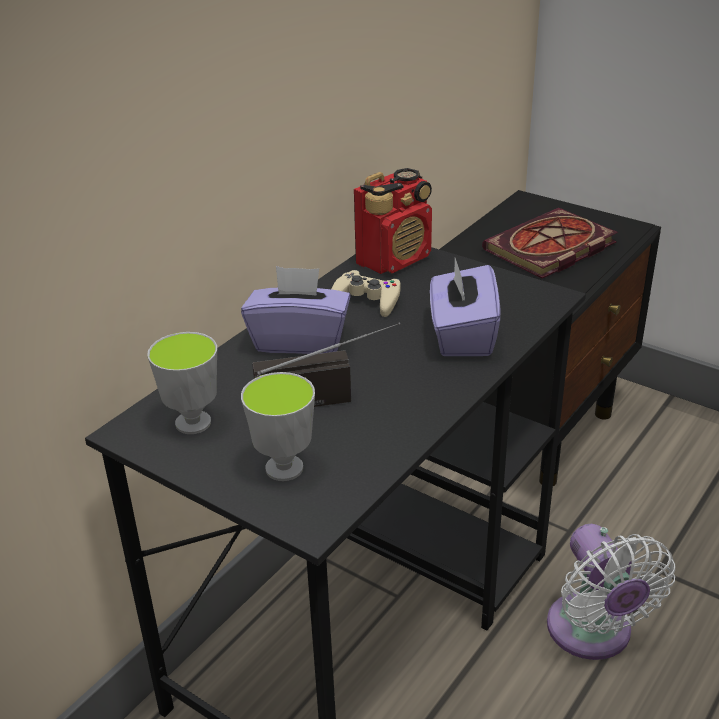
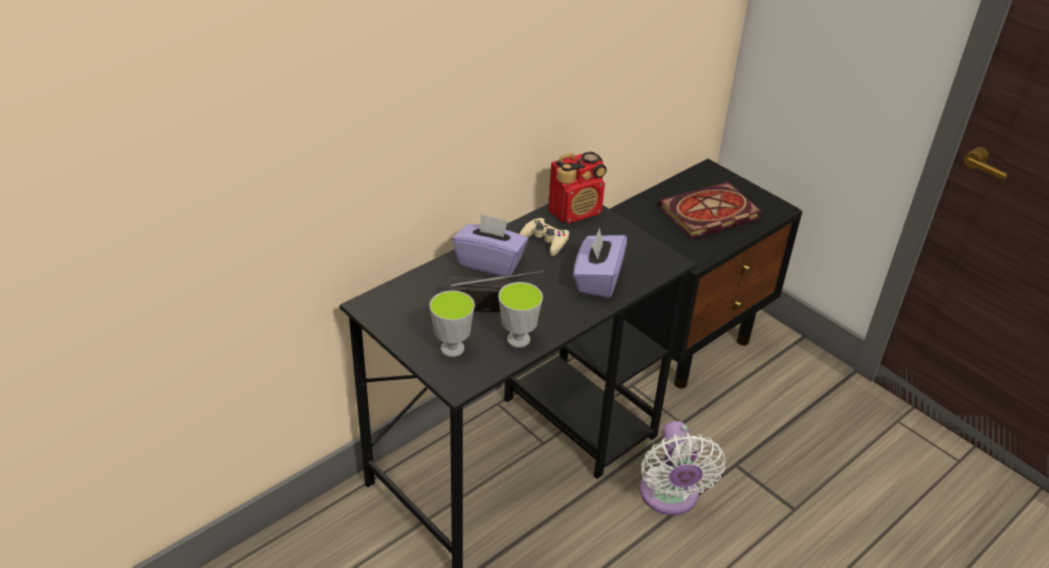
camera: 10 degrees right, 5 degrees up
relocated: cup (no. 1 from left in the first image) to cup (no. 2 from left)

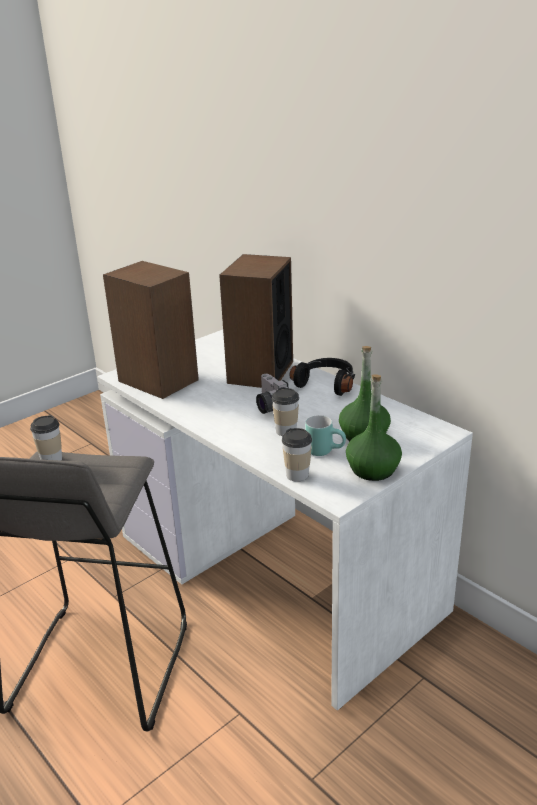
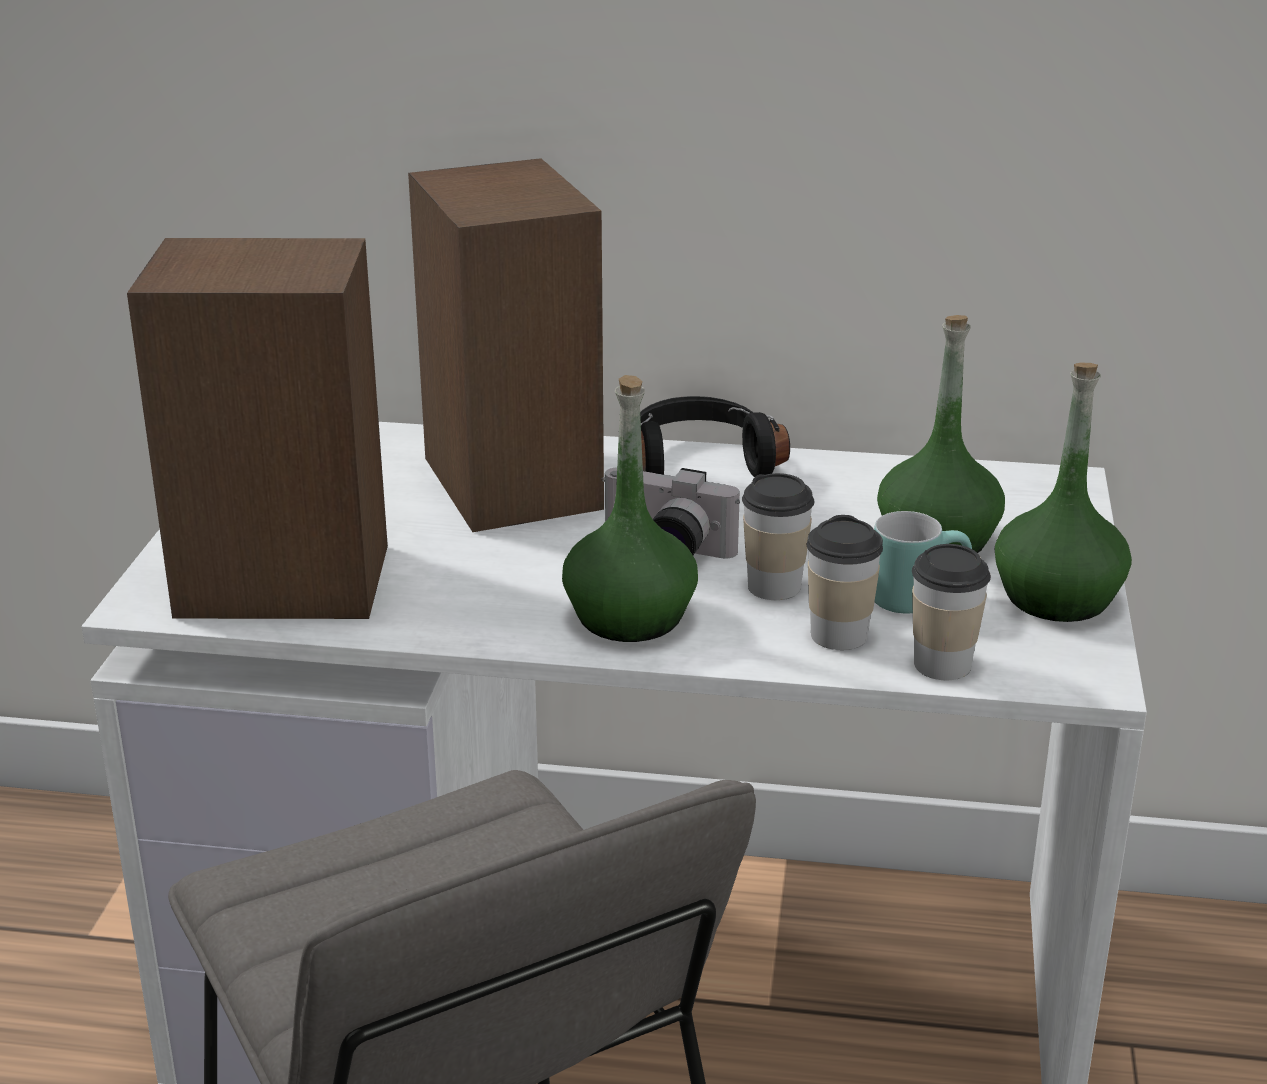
camera: 40 degrees left, 0 degrees up
appeared: green bottle (no. 1 from left)
relocated: cup (no. 1 from left in the first image) to cup (no. 2 from left)

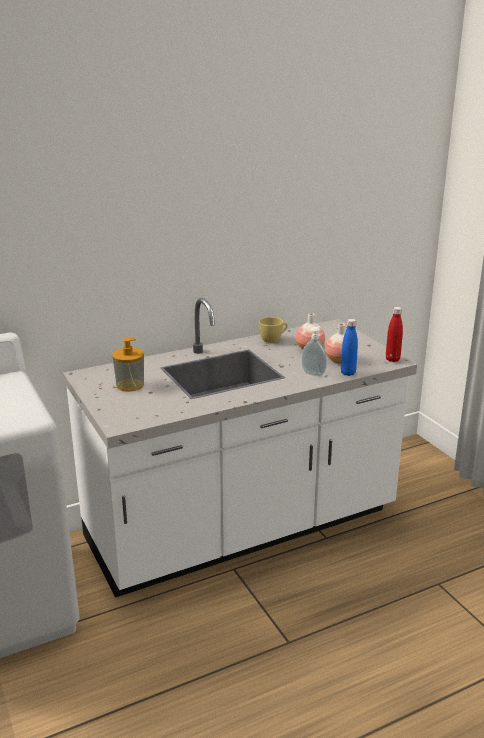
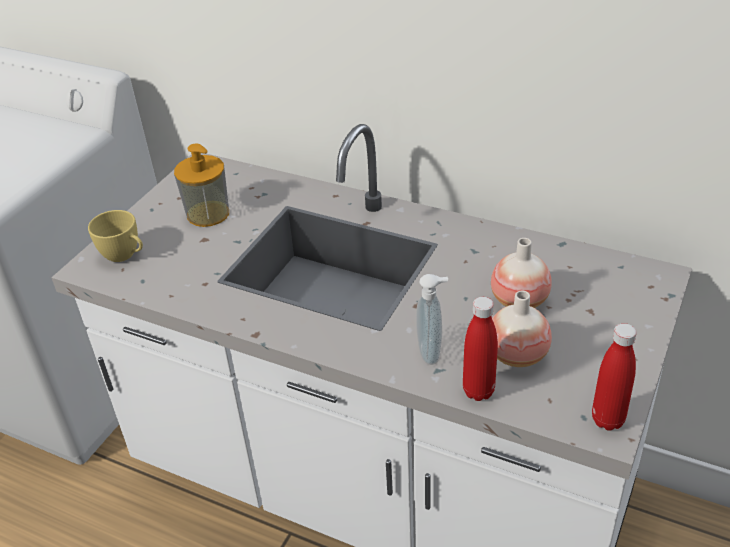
camera: 55 degrees right, 15 degrees up
relocated: yellow cup
colour: blue bottle to red bottle (no. 1 from left)

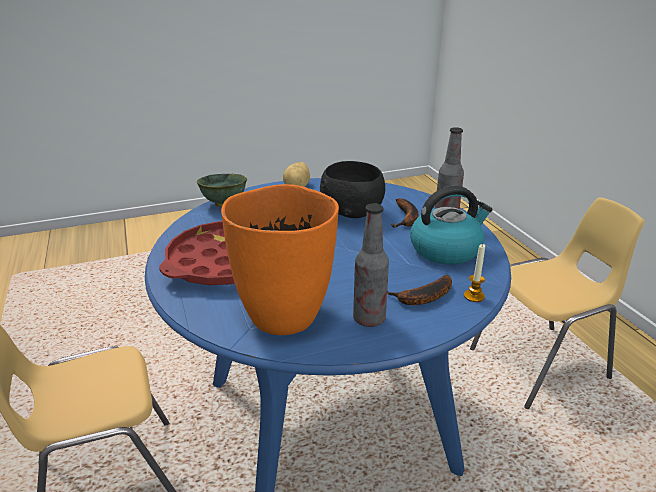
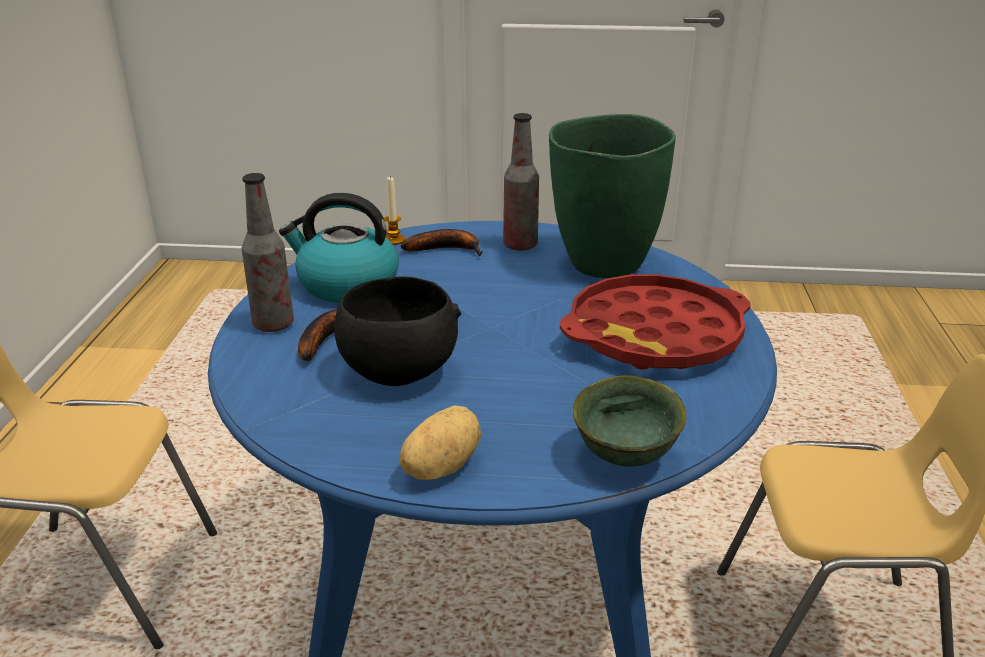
camera: 155 degrees left, 0 degrees up
colour: orange vase to green vase

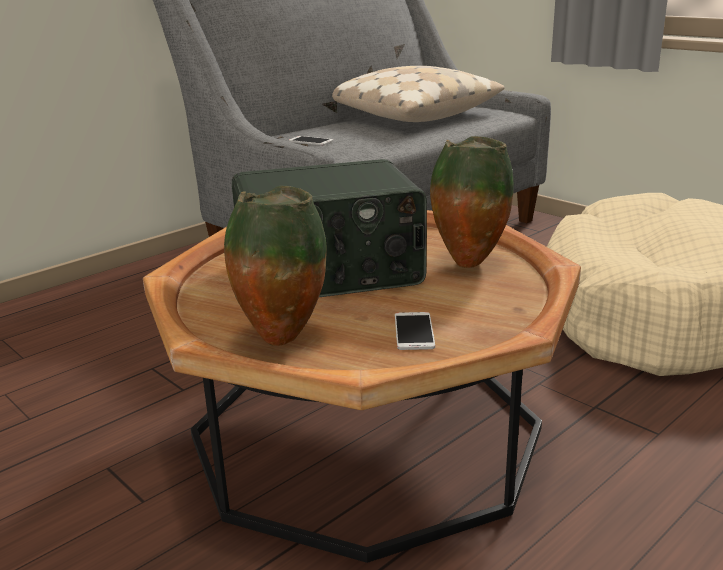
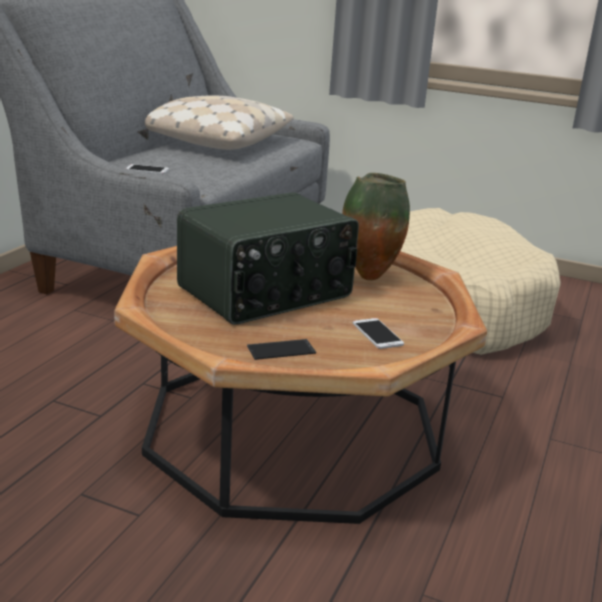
camera: 25 degrees left, 0 degrees up
exchanged: vase (no. 1 from left) to phone (no. 2 from left)

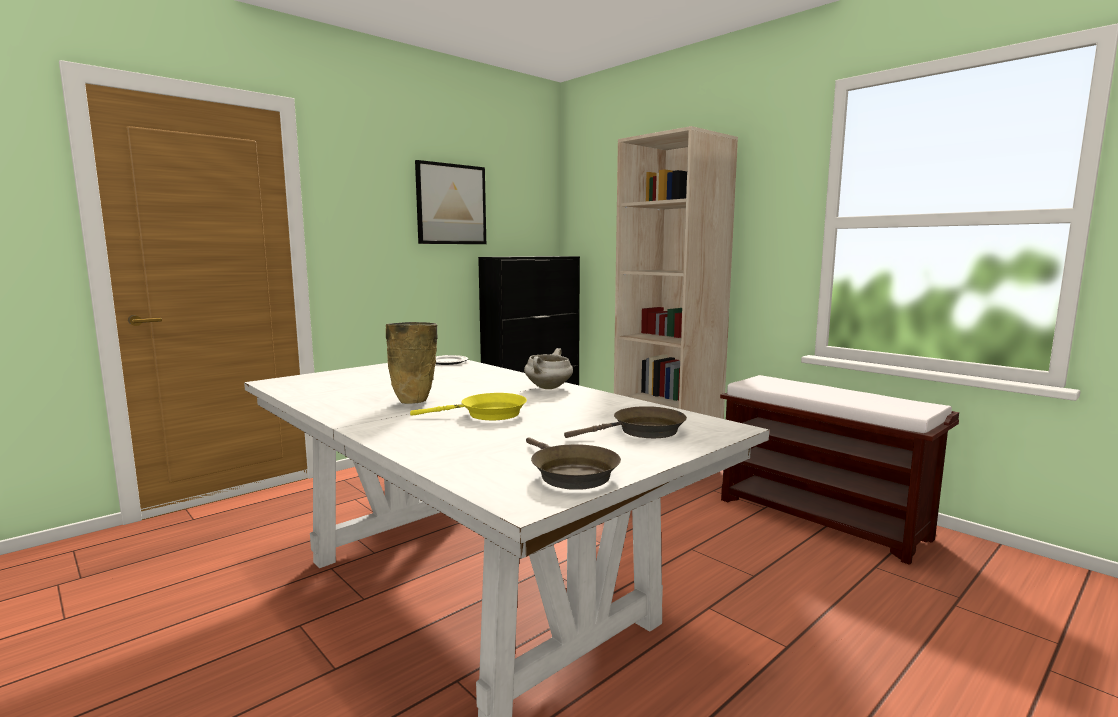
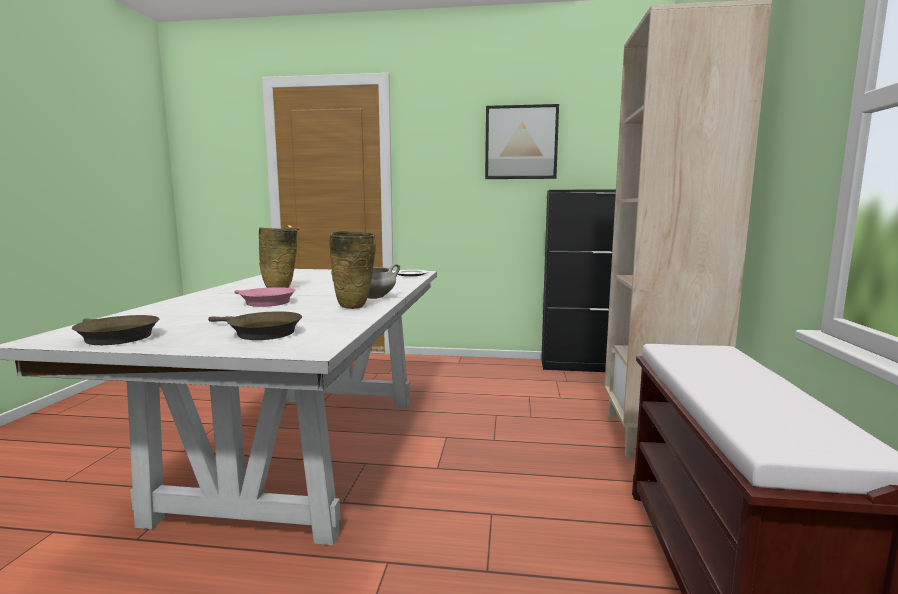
camera: 50 degrees right, 0 degrees up
appeared: beige vase (no. 2 from left)
colour: yellow frying pan to pink frying pan
spun: brown frying pan (no. 1 from left) 75 degrees counterclockwise

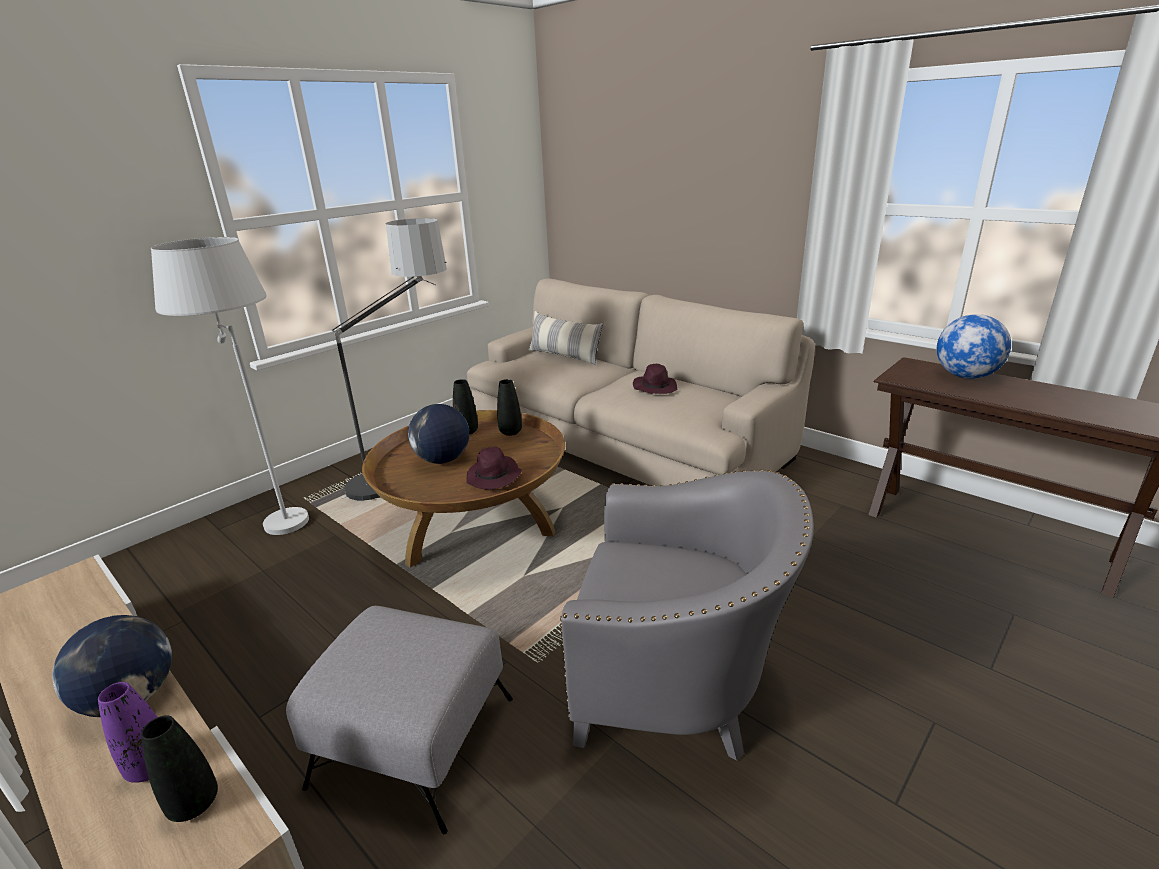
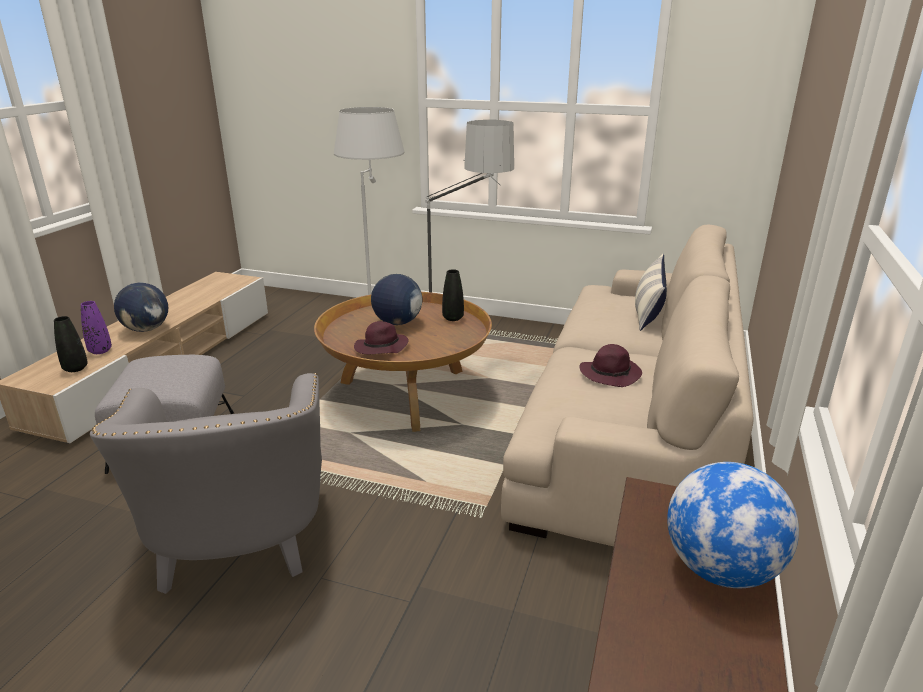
camera: 65 degrees right, 0 degrees up
missing: black vase (no. 3 from left)

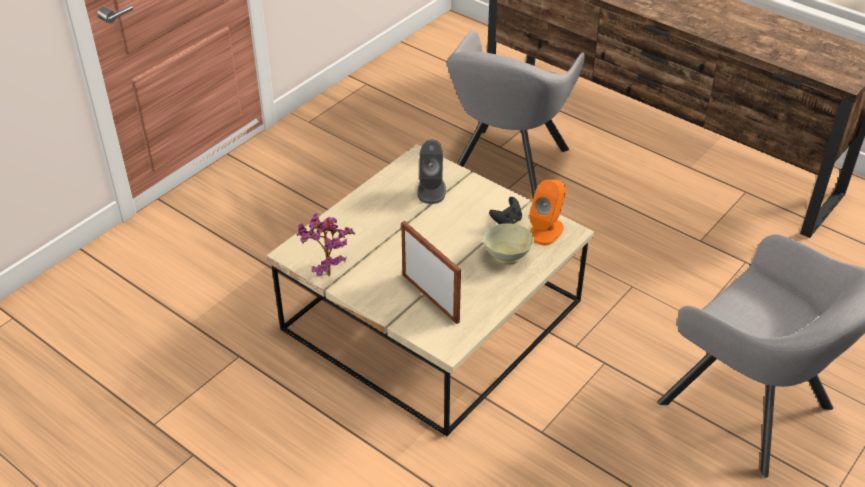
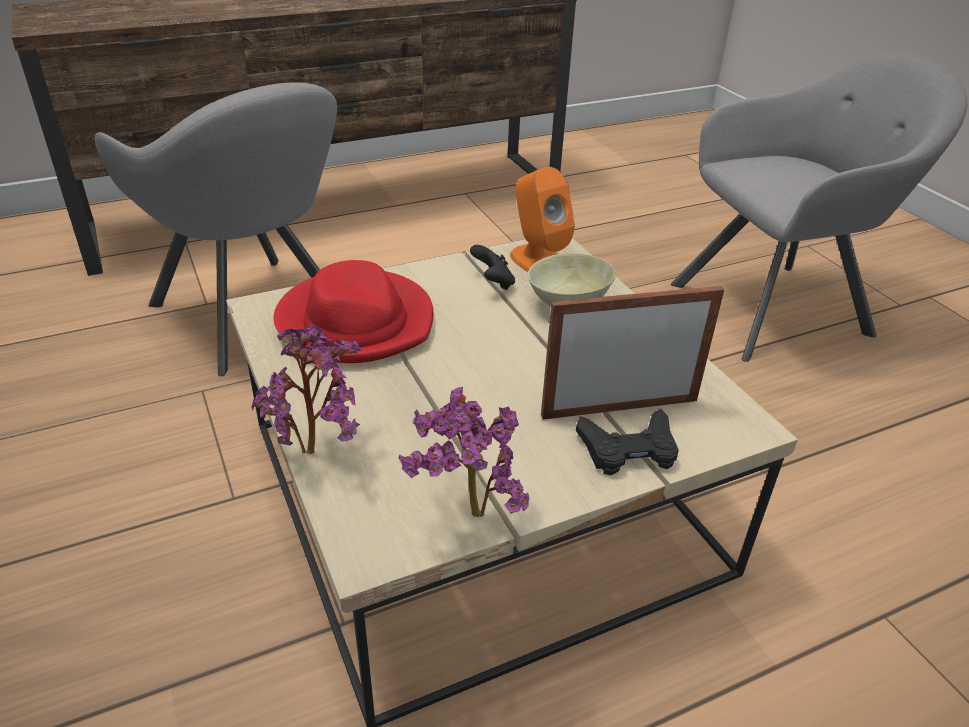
camera: 65 degrees left, 5 degrees down
appeared: potted plant (no. 1 from left); black game controller (no. 2 from left)
exchanged: grey speaker to red hat

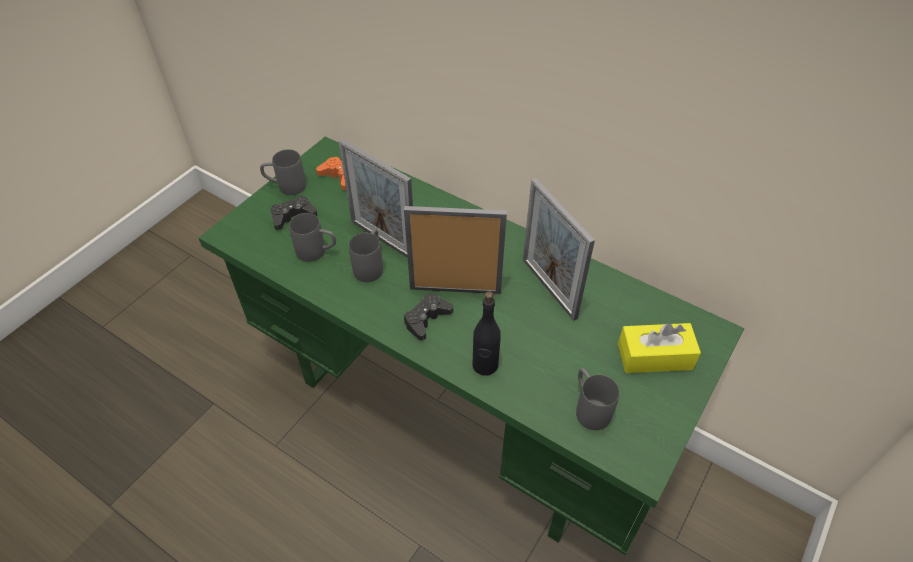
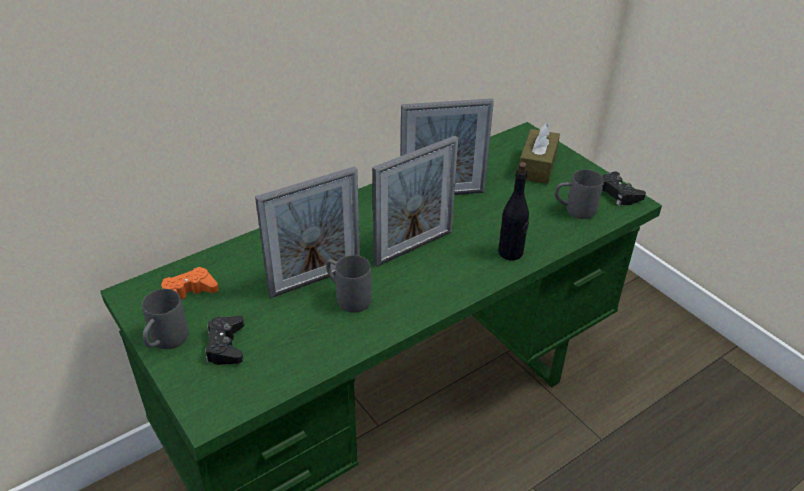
camera: 70 degrees left, 10 degrees down
missing: grey mug (no. 2 from left)
relocated: black game controller (no. 2 from left)
colour: yellow tissue box to brown tissue box
spun: picture frame (no. 2 from left) 150 degrees counterclockwise

